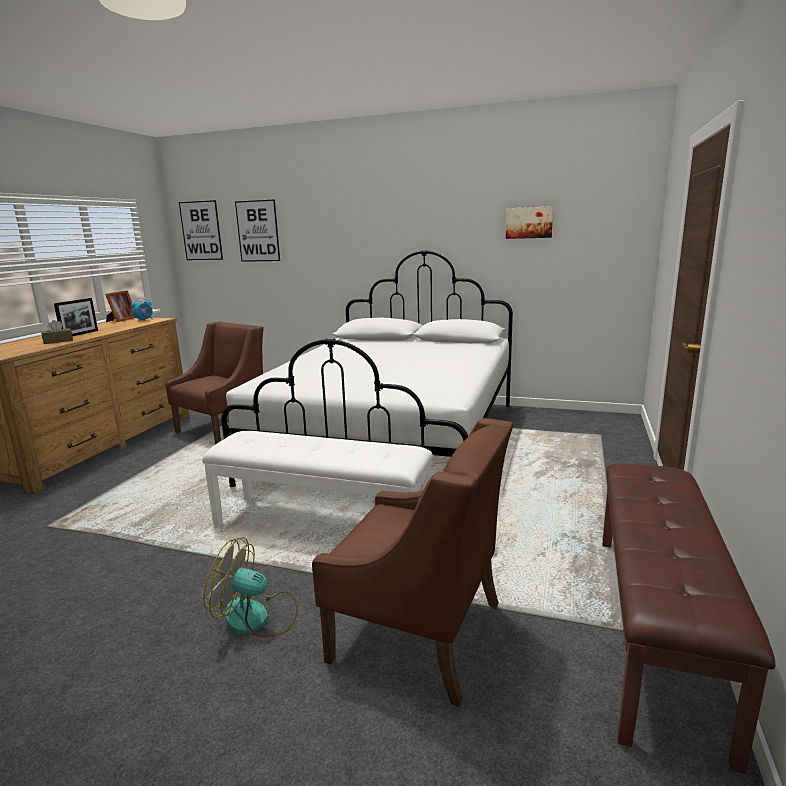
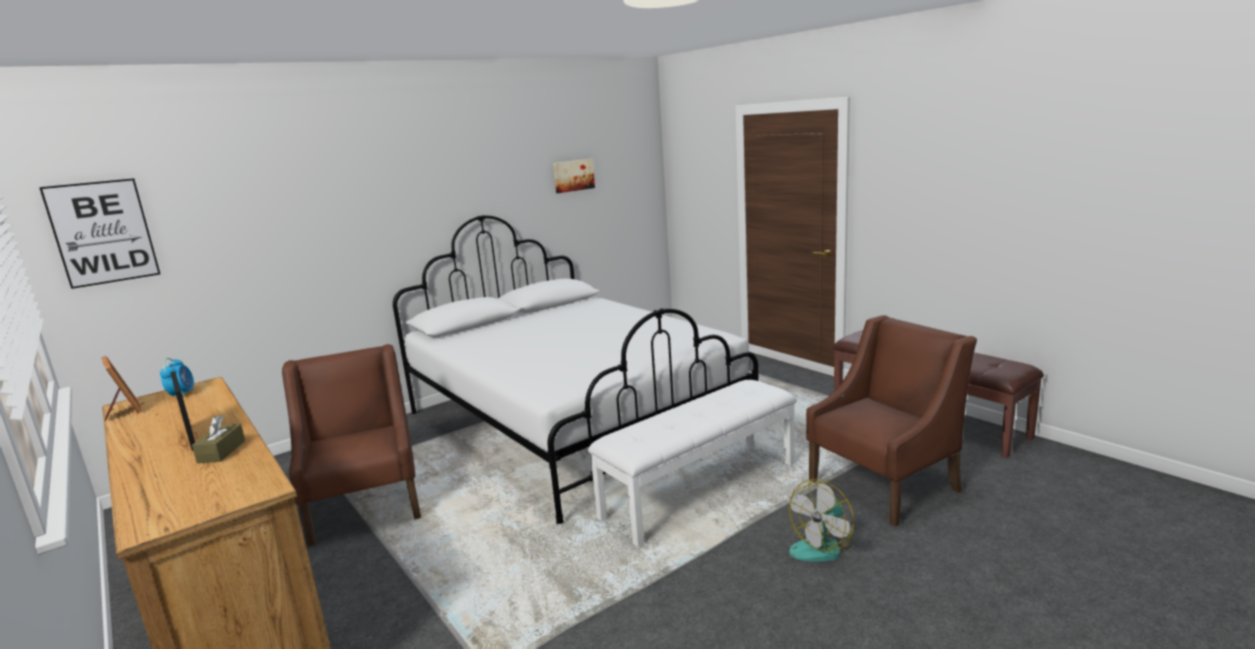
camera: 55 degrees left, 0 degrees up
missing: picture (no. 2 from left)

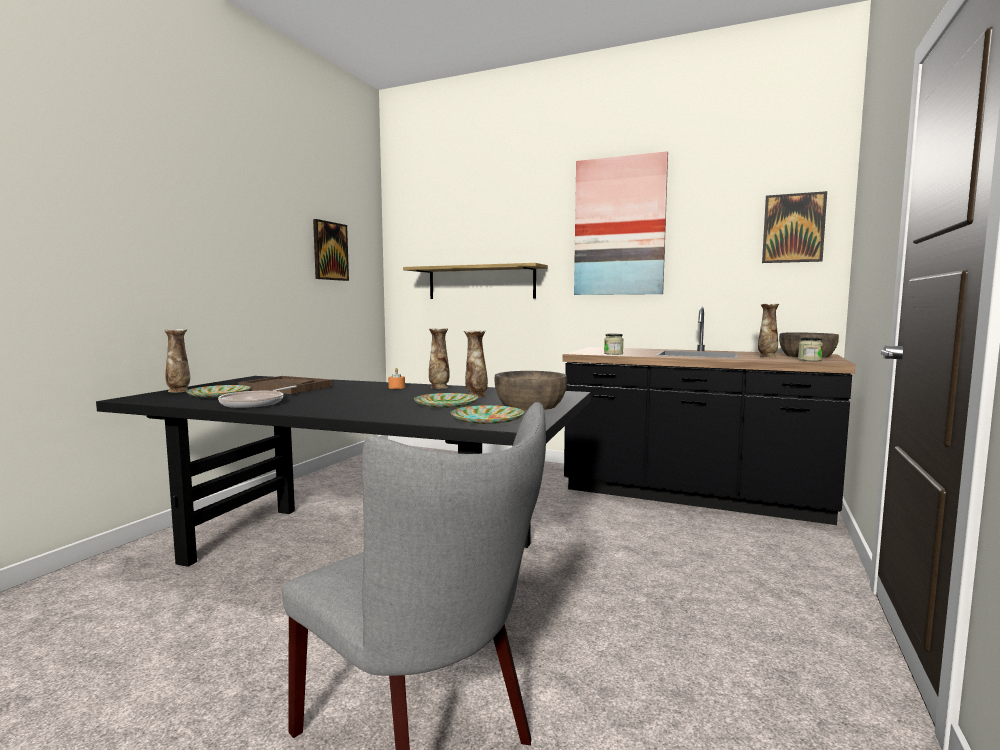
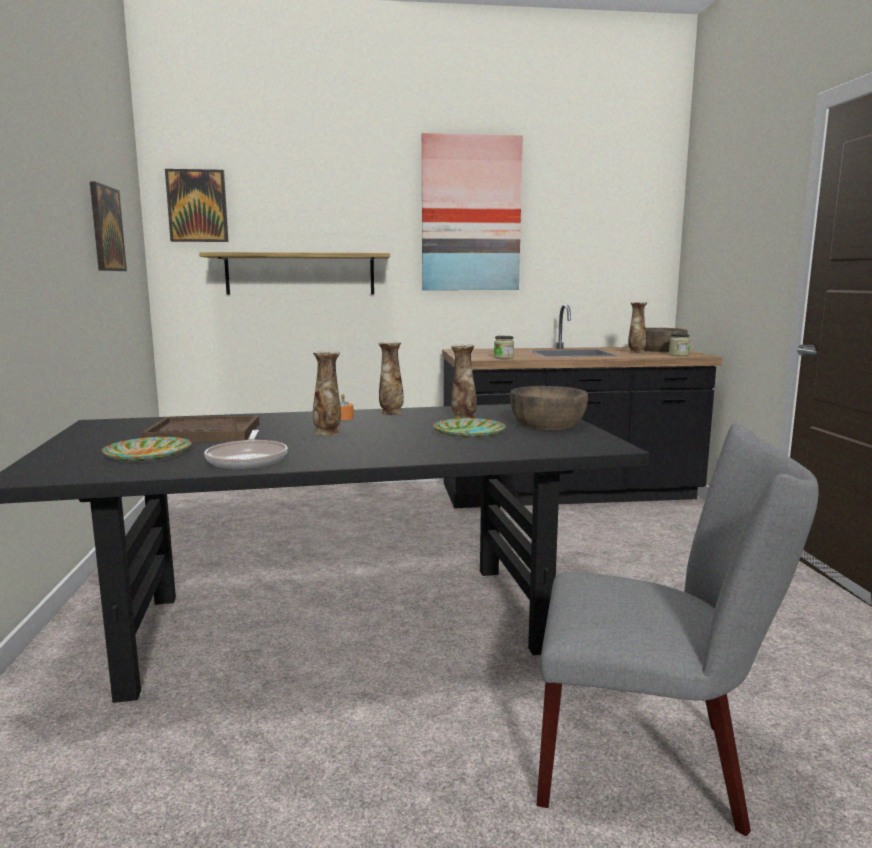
camera: 30 degrees left, 5 degrees up
missing: plate (no. 3 from left)
relocated: vase (no. 1 from left); picture (no. 3 from left in the first image) to picture (no. 2 from left)

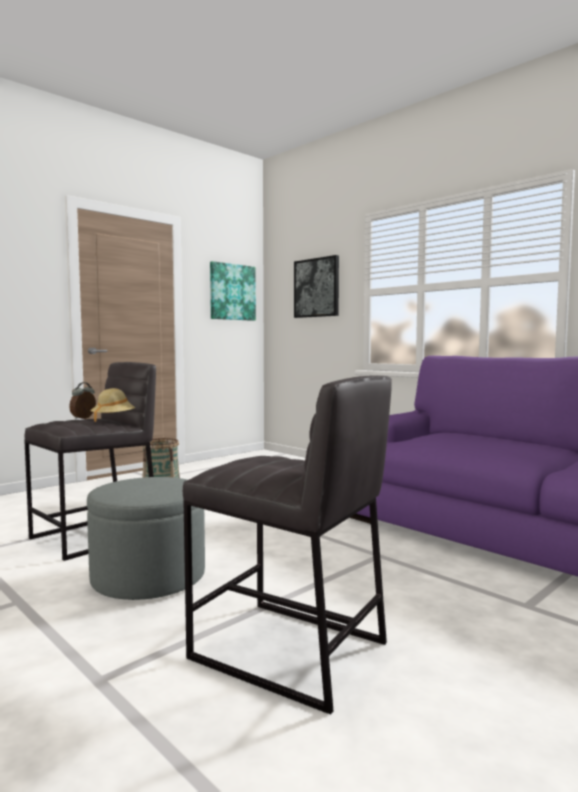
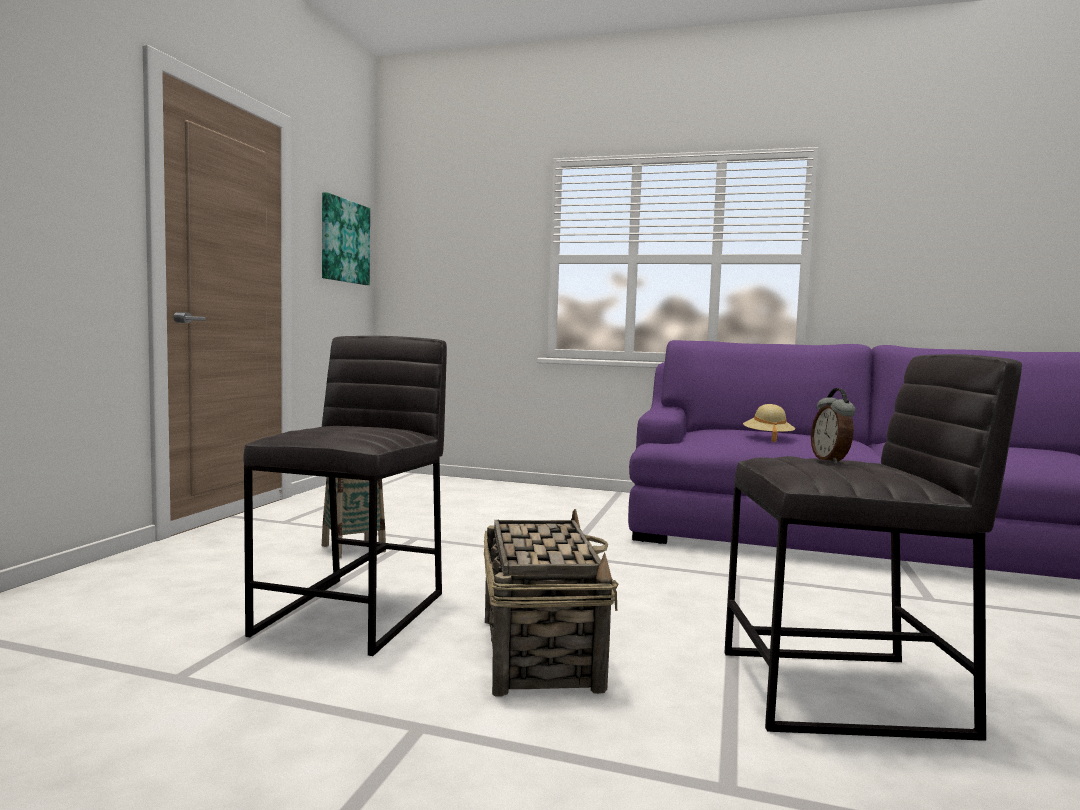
camera: 30 degrees left, 0 degrees up
missing: picture (no. 2 from left)
relocated: alarm clock; beige hat
exchanged: grey ottoman to basket (no. 2 from left)

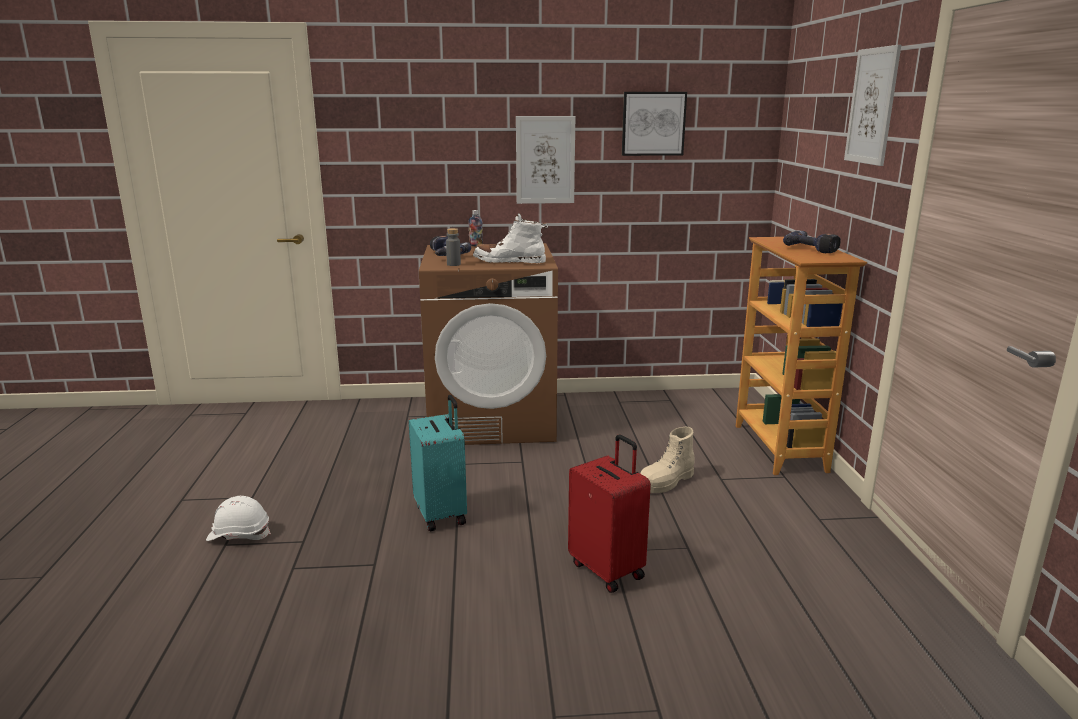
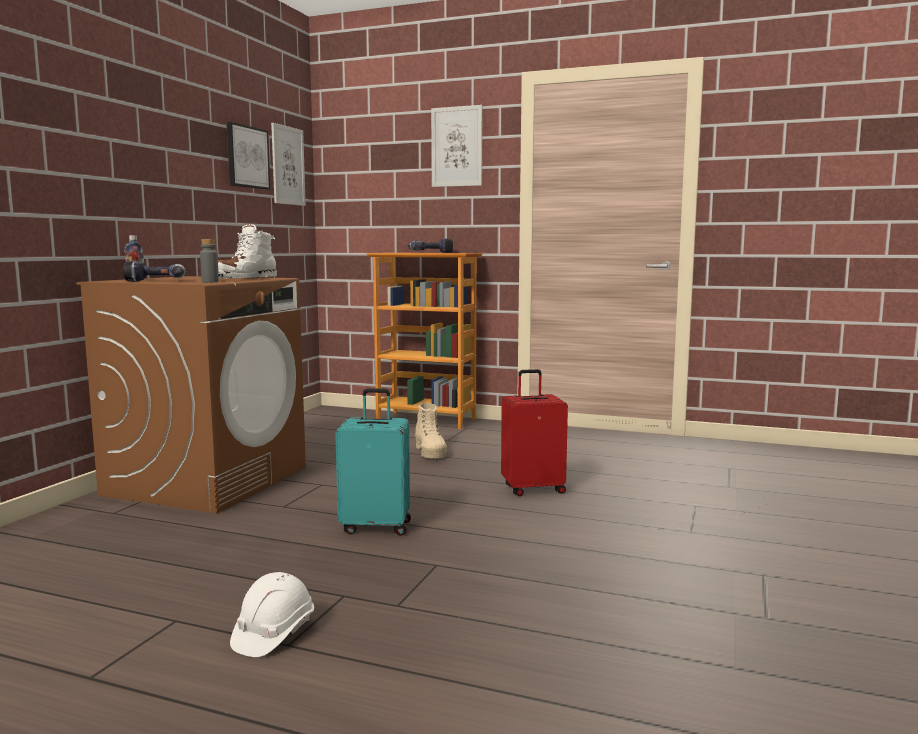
camera: 65 degrees left, 10 degrees down
relocated: picture (no. 1 from left in the first image) to picture (no. 2 from left)

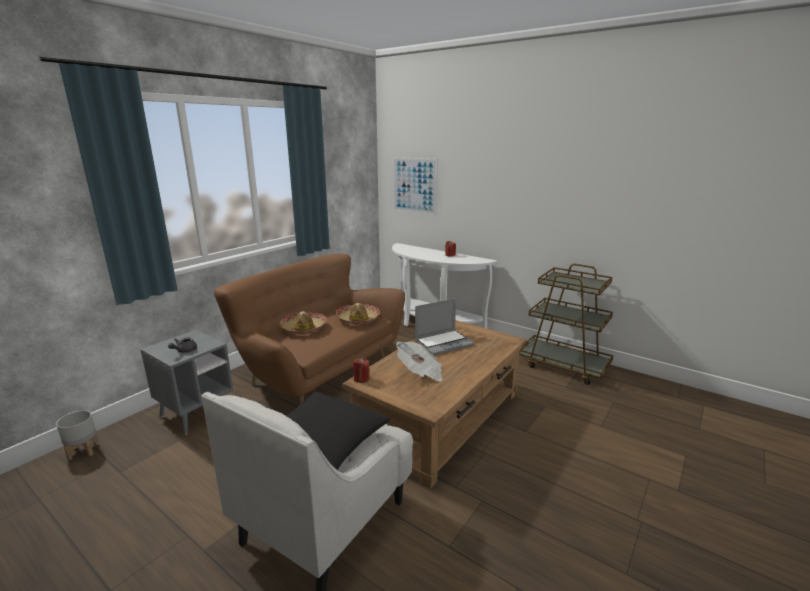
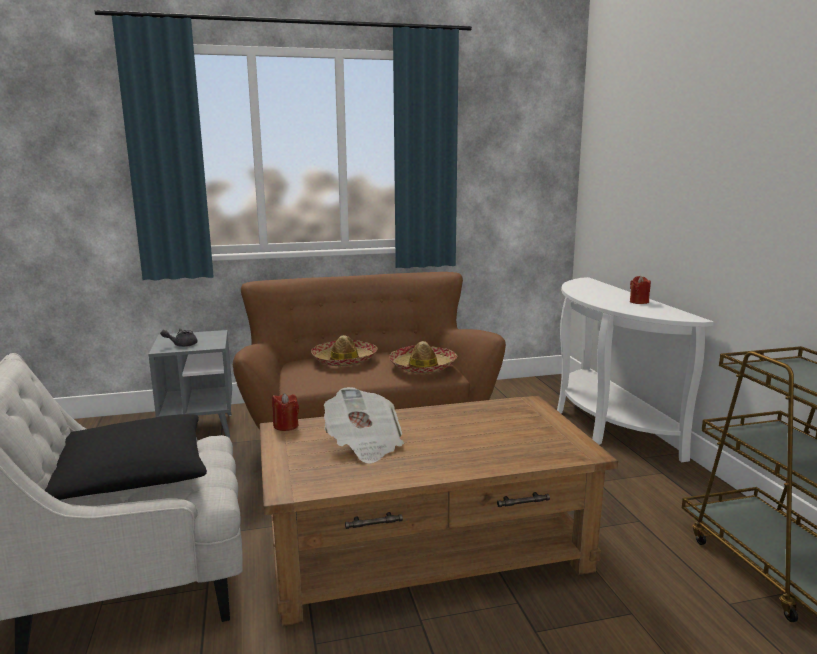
camera: 40 degrees right, 5 degrees down
missing: grey planter; picture; laptop

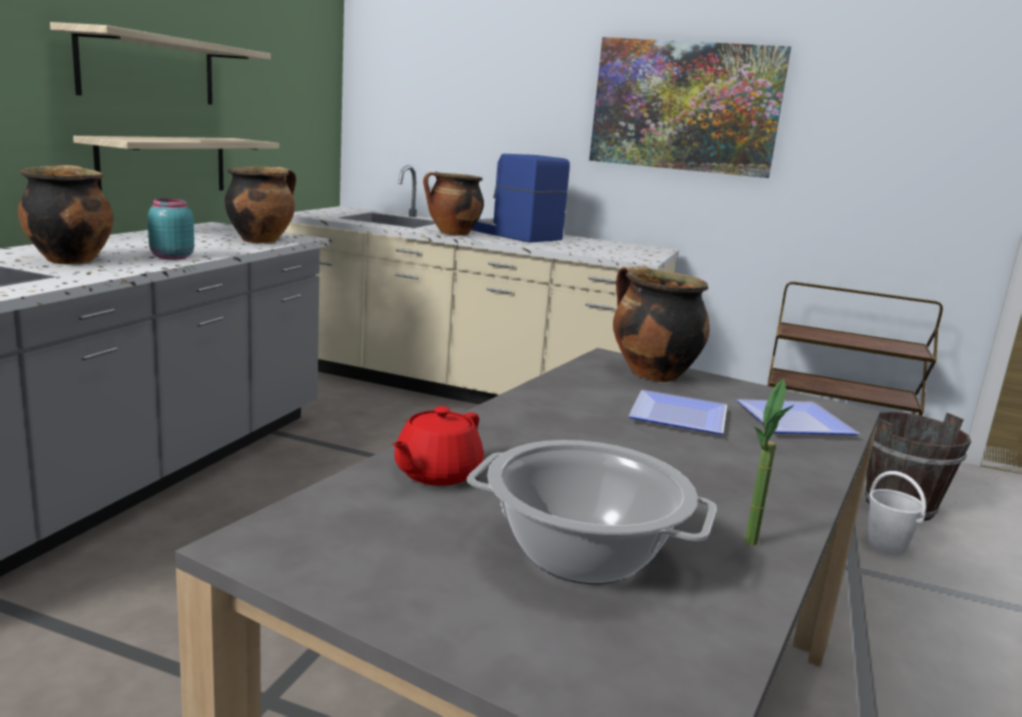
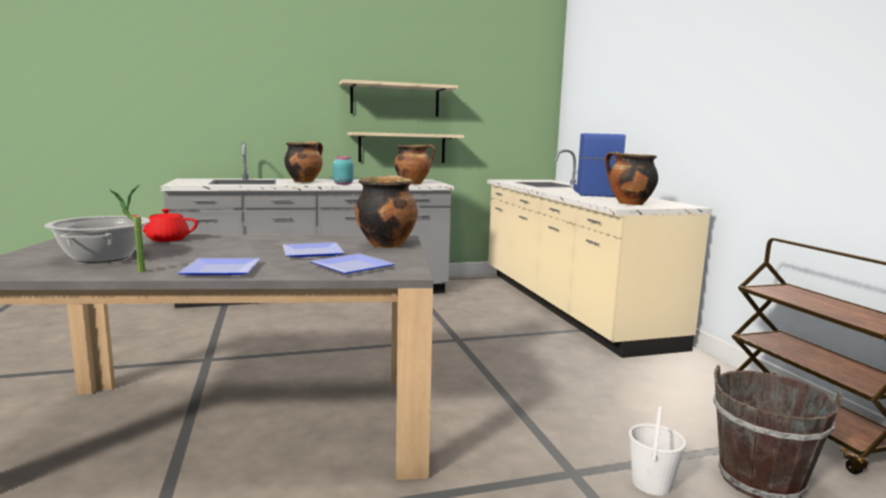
camera: 55 degrees right, 5 degrees down
missing: picture
appeared: plate (no. 1 from left)
relocated: cooking pot (no. 3 from left in the first image) to cooking pot (no. 5 from left)

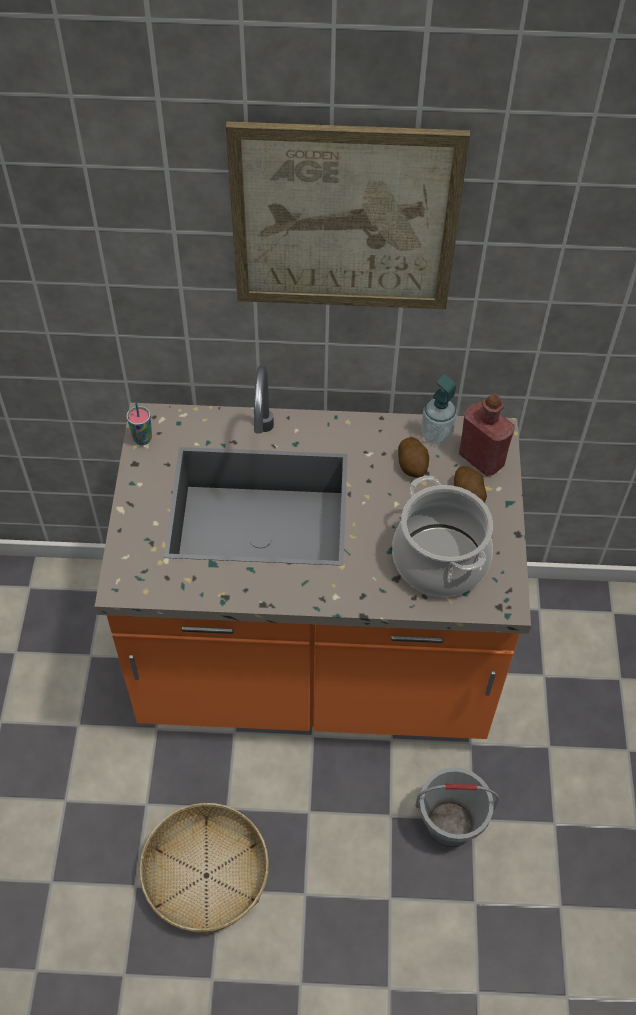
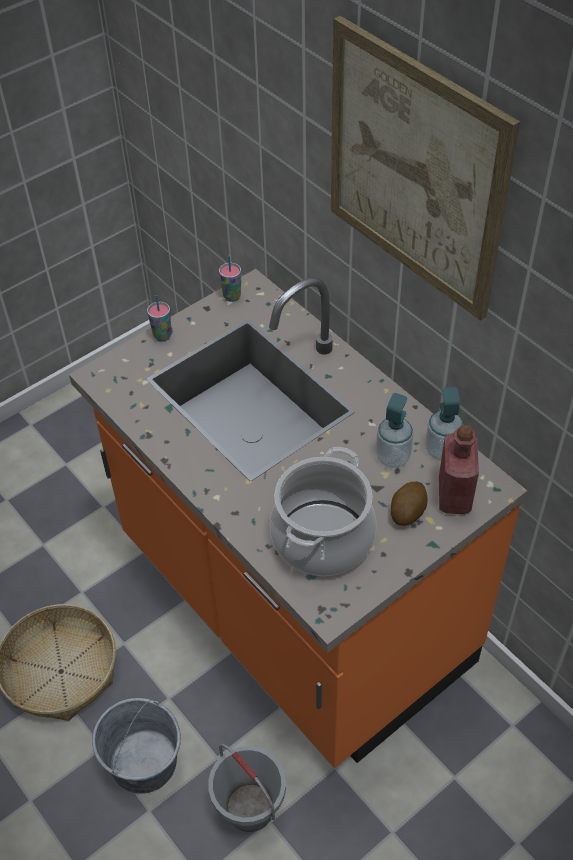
camera: 50 degrees right, 5 degrees down
appeared: grey bucket (no. 1 from left); cup (no. 1 from left)
exchanged: potato (no. 1 from left) to soap dispenser (no. 1 from left)

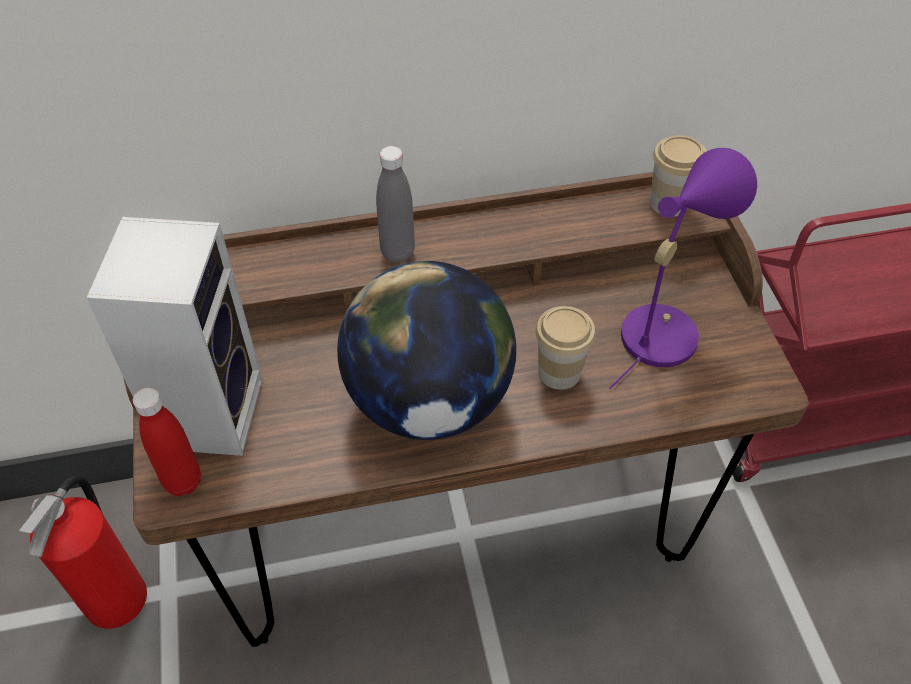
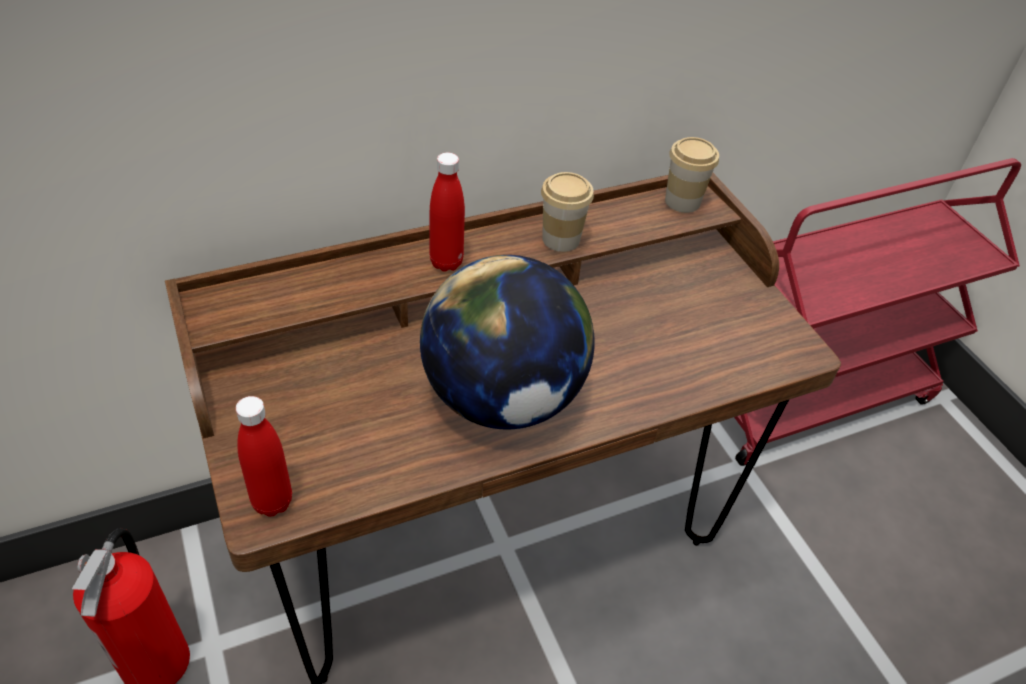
camera: 15 degrees left, 5 degrees down
missing: speaker; purple table lamp
relocated: cup (no. 1 from left)
colour: grey bottle to red bottle (no. 2 from left)

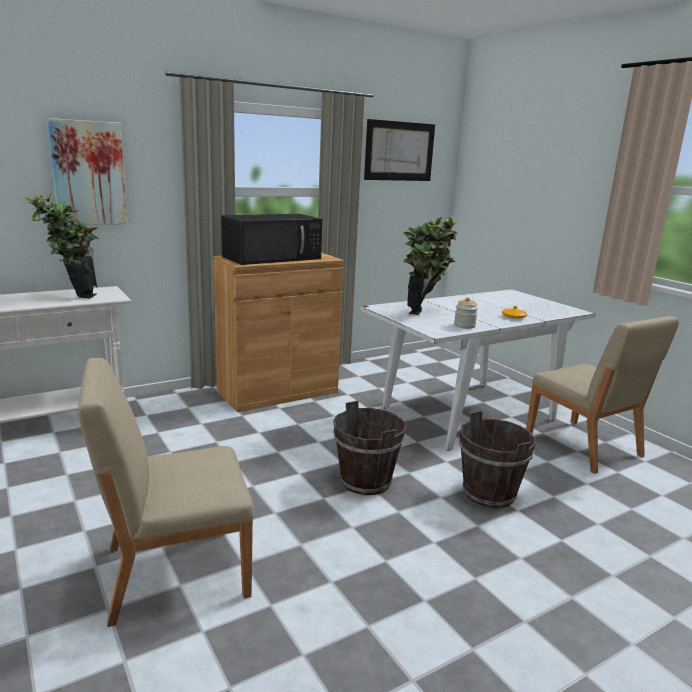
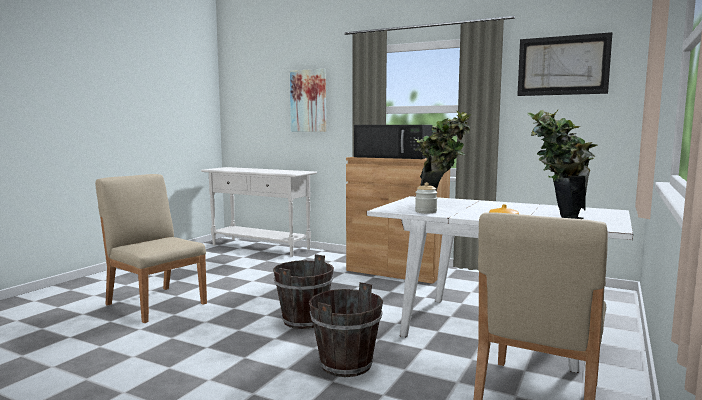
camera: 60 degrees right, 10 degrees down
relocated: potted plant (no. 1 from left in the first image) to potted plant (no. 2 from left)

